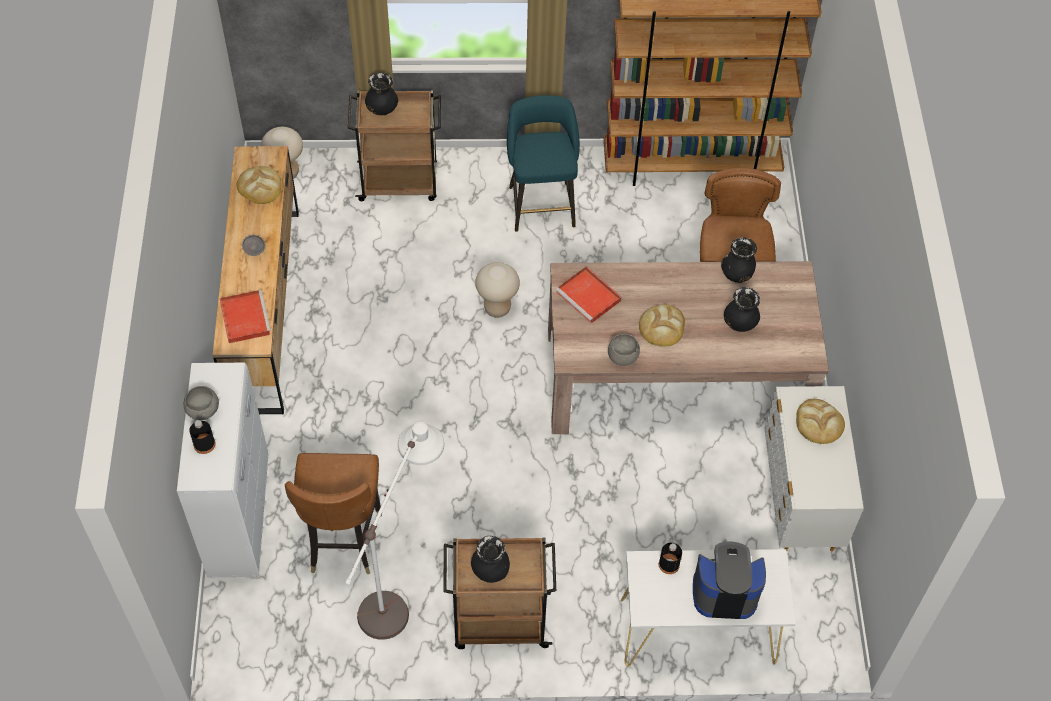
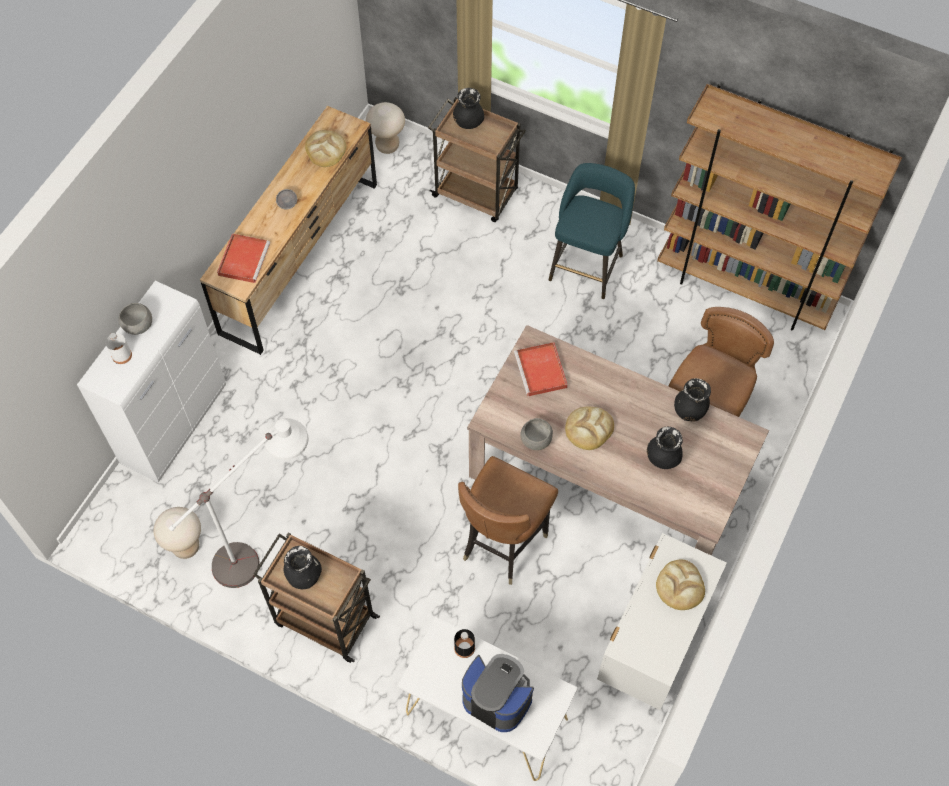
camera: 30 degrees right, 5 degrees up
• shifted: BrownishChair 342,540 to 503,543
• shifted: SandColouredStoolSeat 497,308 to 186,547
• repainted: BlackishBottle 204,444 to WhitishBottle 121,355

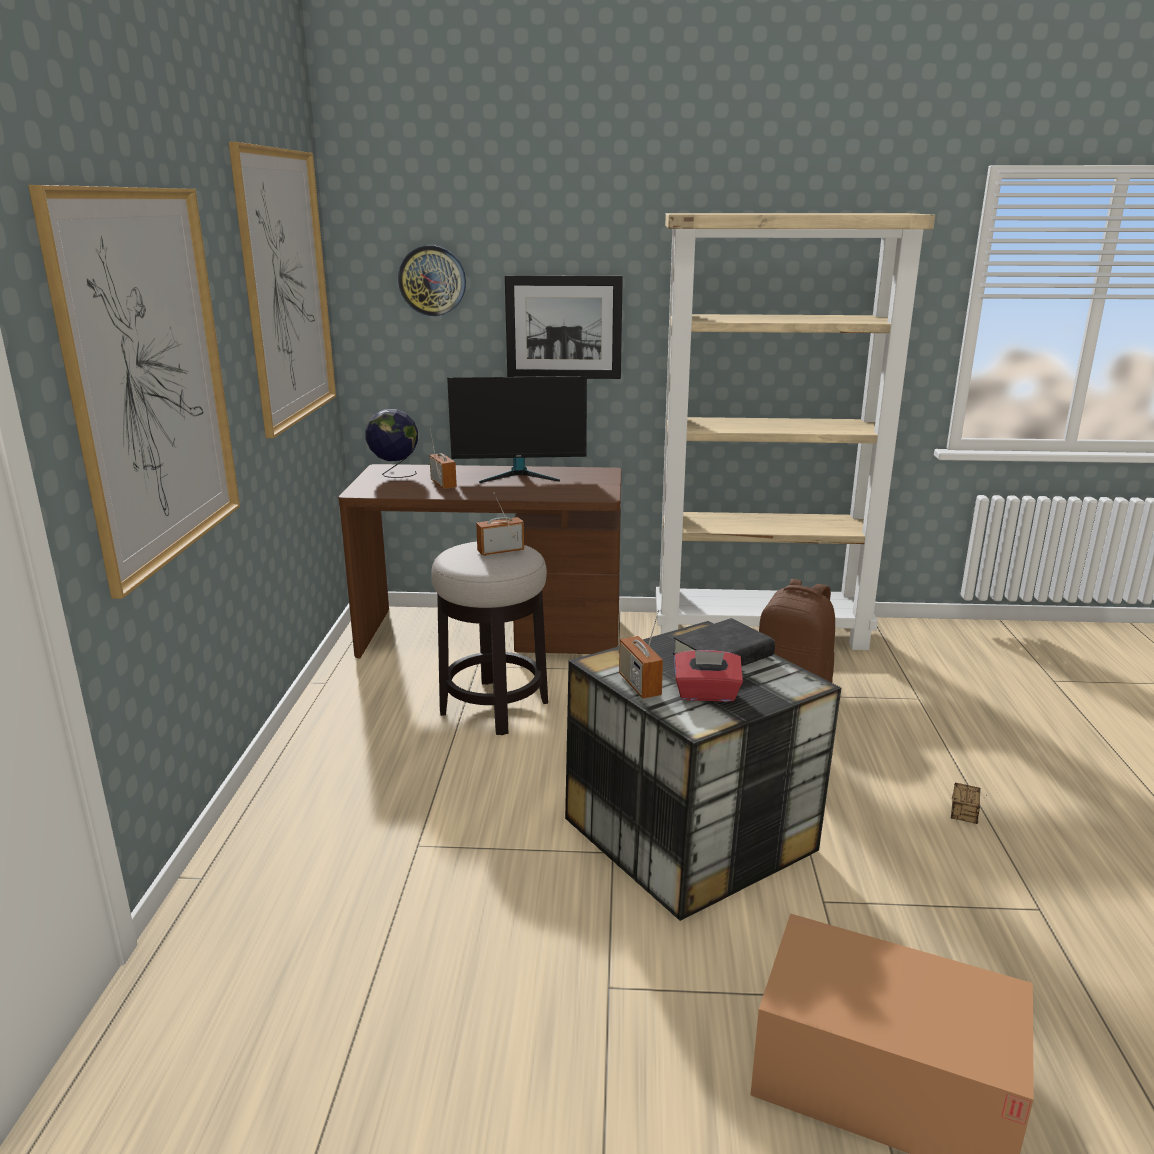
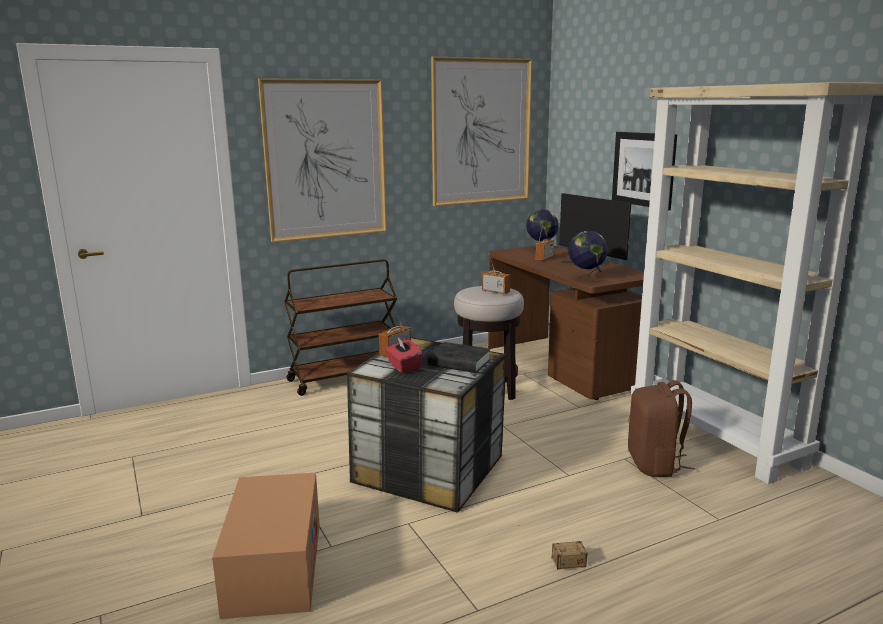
camera: 60 degrees right, 5 degrees down
• gone: HangingClock 432,280
• new: BrownishCart 344,378
• new: Globe 586,279

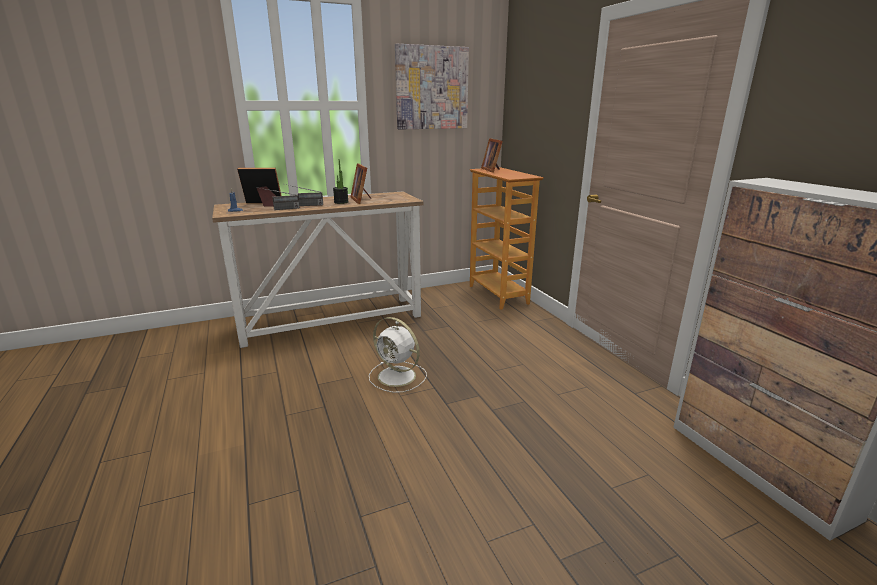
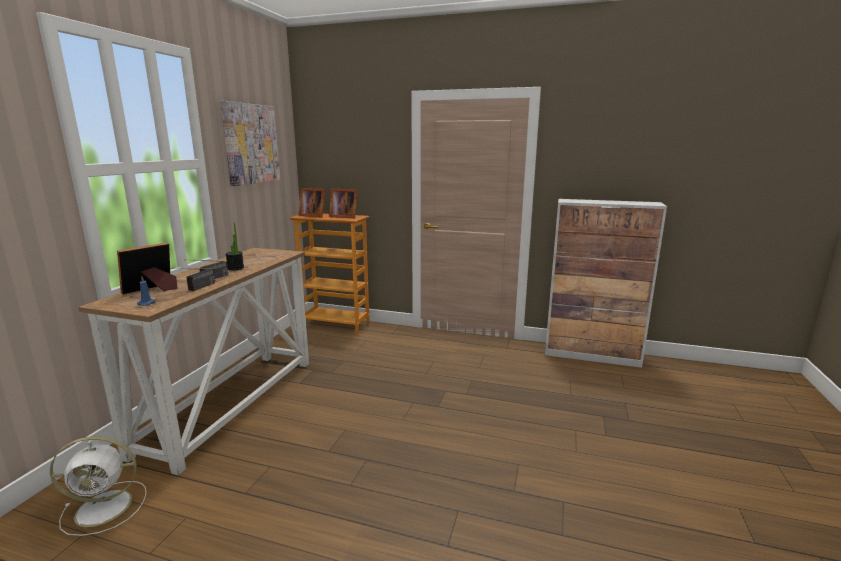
camera: 50 degrees left, 5 degrees down
• shifted: PictureFrame 362,200 to 344,217
• shifted: WhitishElectricFan 398,377 to 106,507

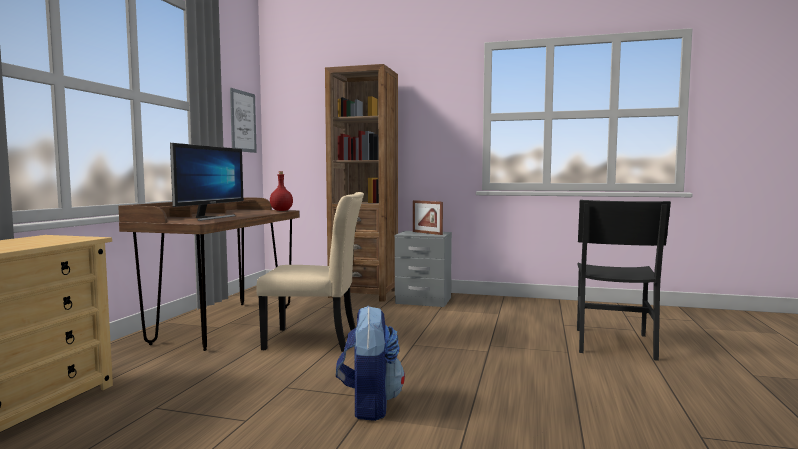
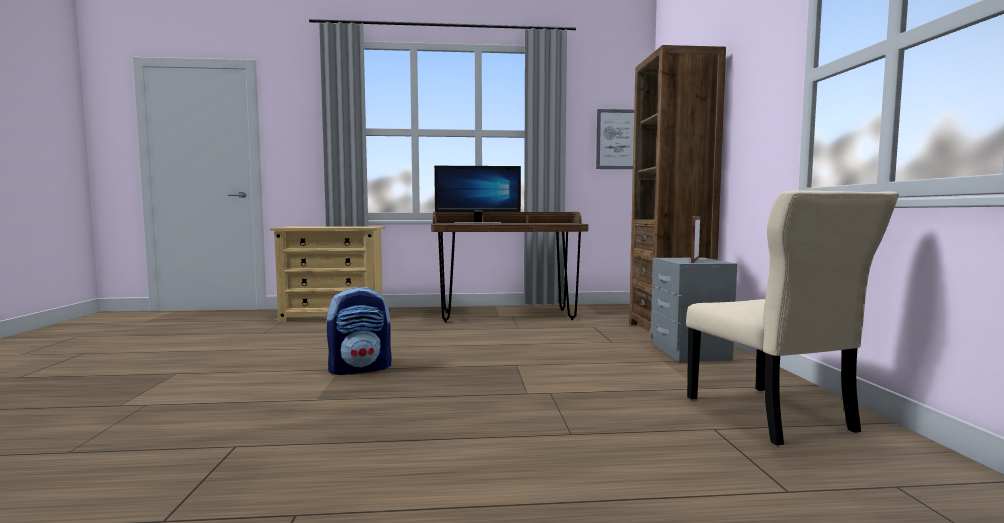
camera: 70 degrees right, 0 degrees up
• gone: RedBottle 282,210
• gone: BlackishChair 613,343
• shifted: SandColouredChair 315,340 to 771,416

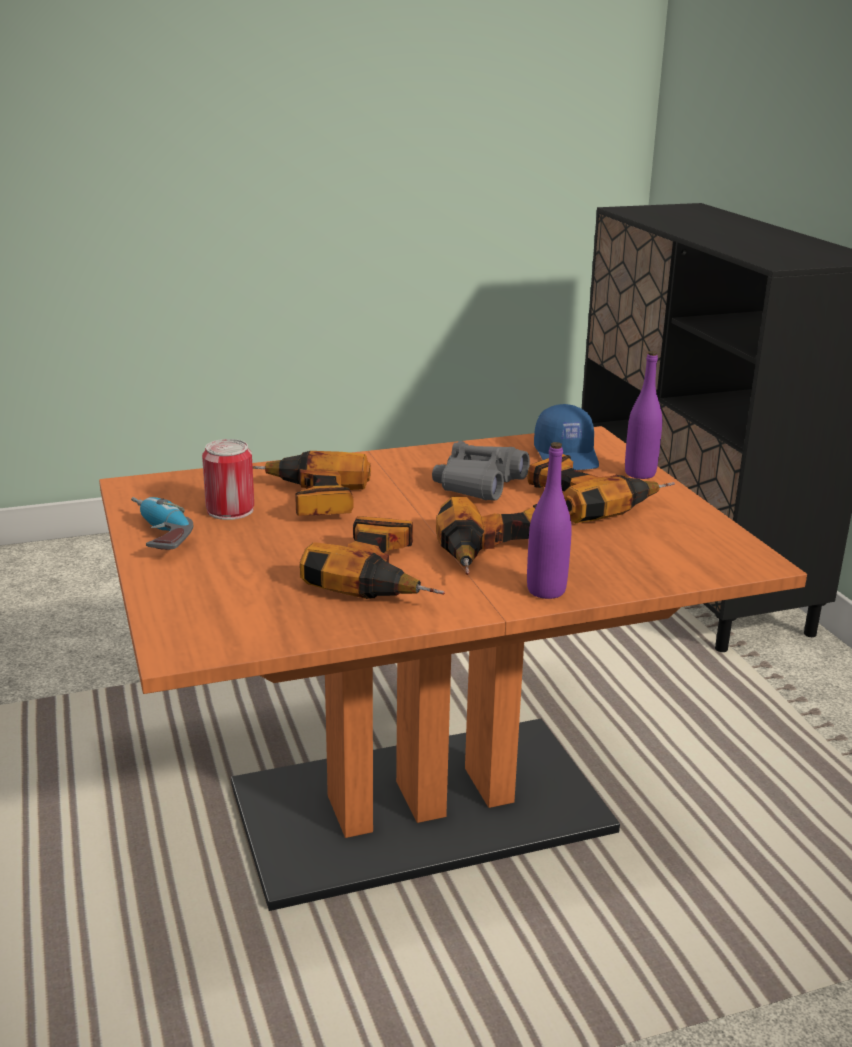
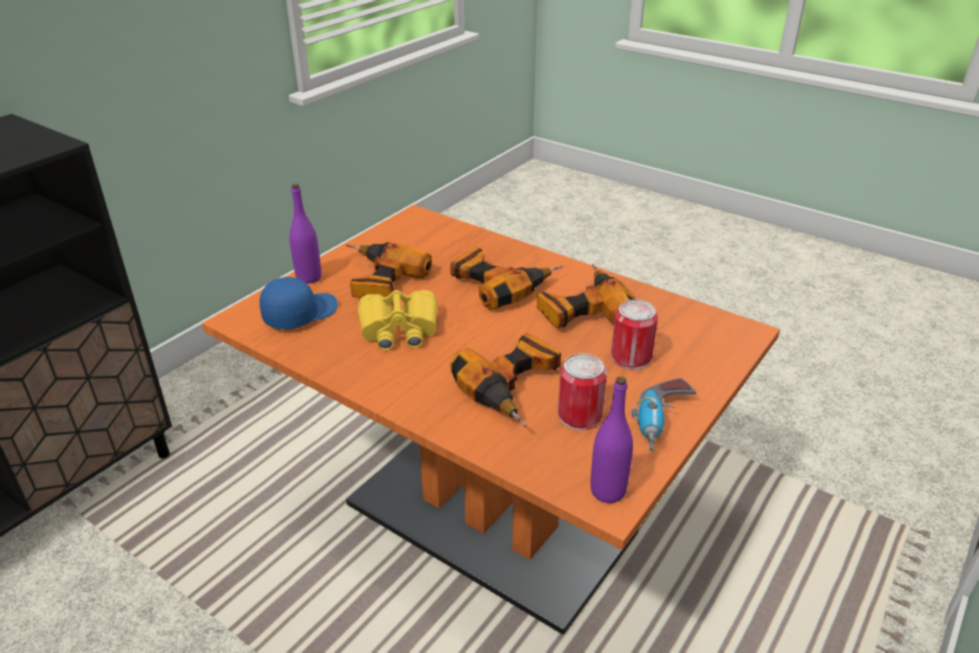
camera: 125 degrees left, 10 degrees up
• new: MetalCan 631,357
• shifted: PurplishBottle 546,590 to 608,491
• repainted: GrayBinoculars 479,484 to YellowColouredBinoculars 399,329

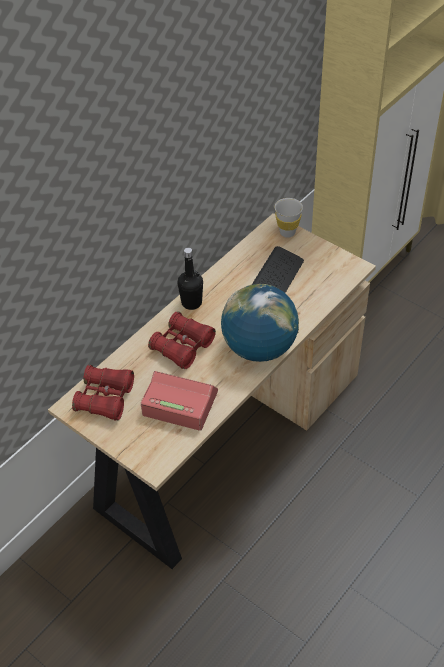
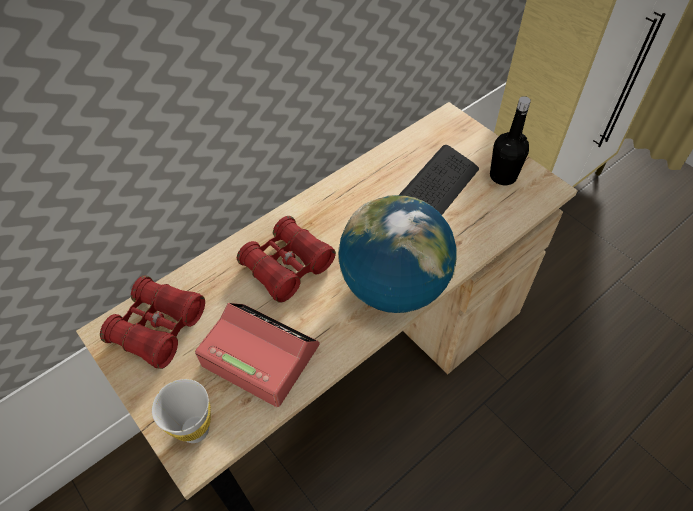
camera: 10 degrees right, 5 degrees up
• shifted: BlackishBottle 191,303 to 503,176
• shifted: WhitishCup 287,232 to 195,429

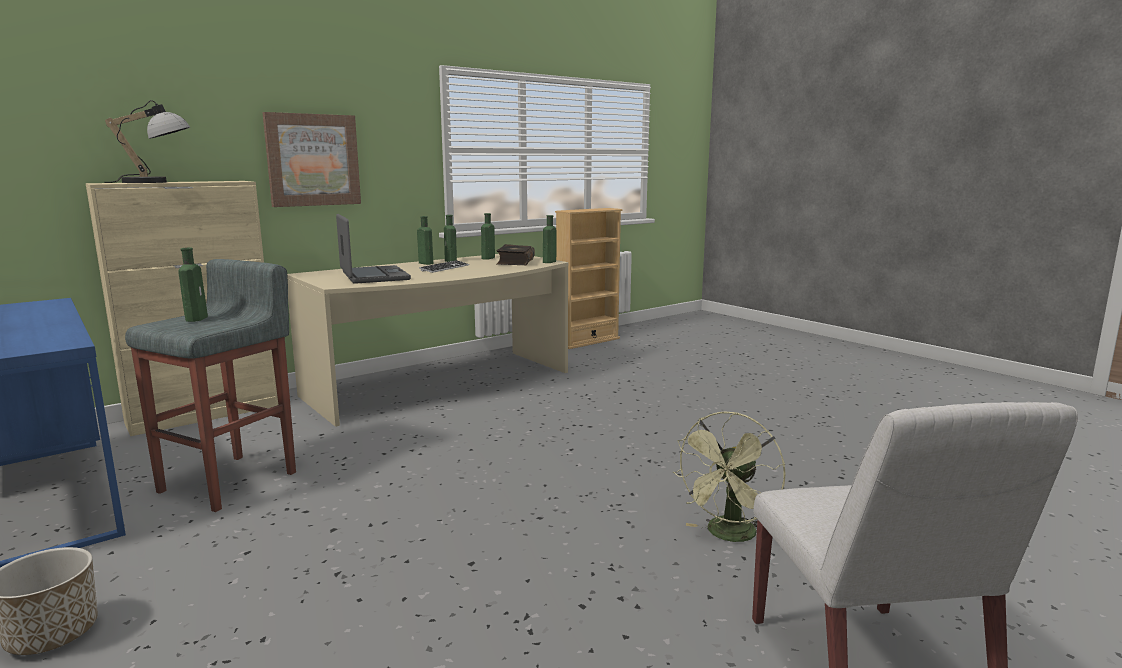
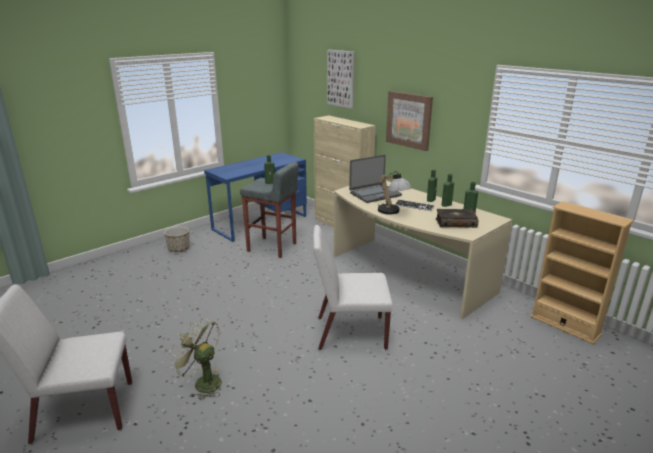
camera: 85 degrees right, 10 degrees up
• gone: GreenBottle 549,262
• new: WhitishChair 350,333
• new: WallPicture 340,78
• shifted: TabletopLamp 157,182 to 392,212

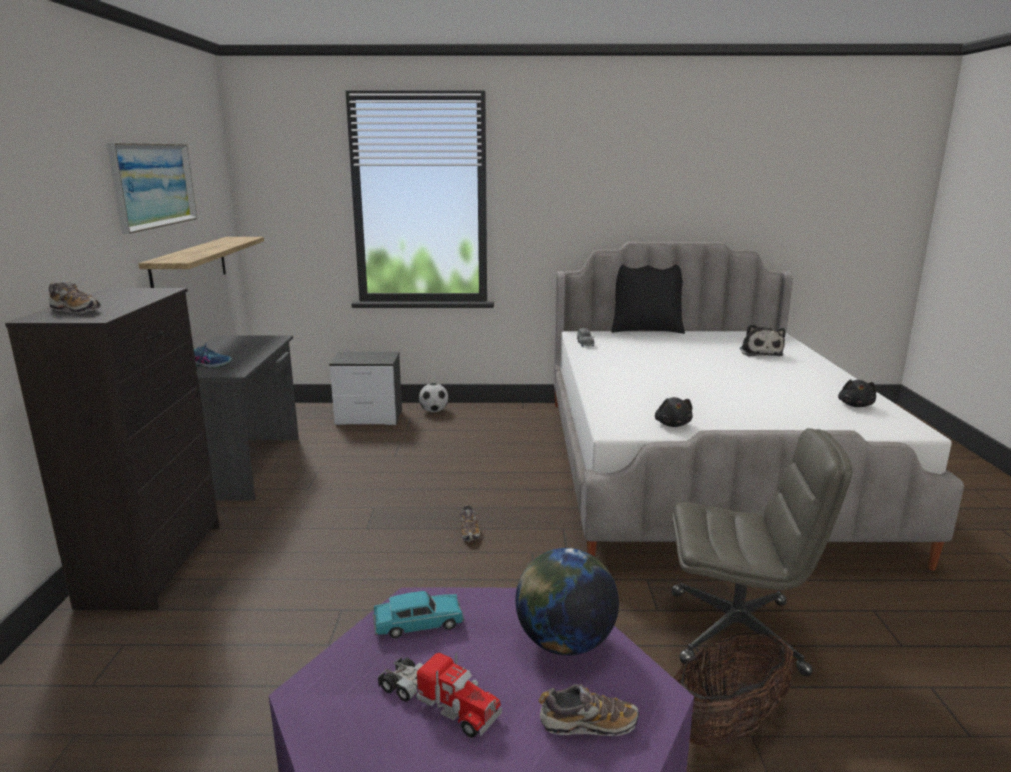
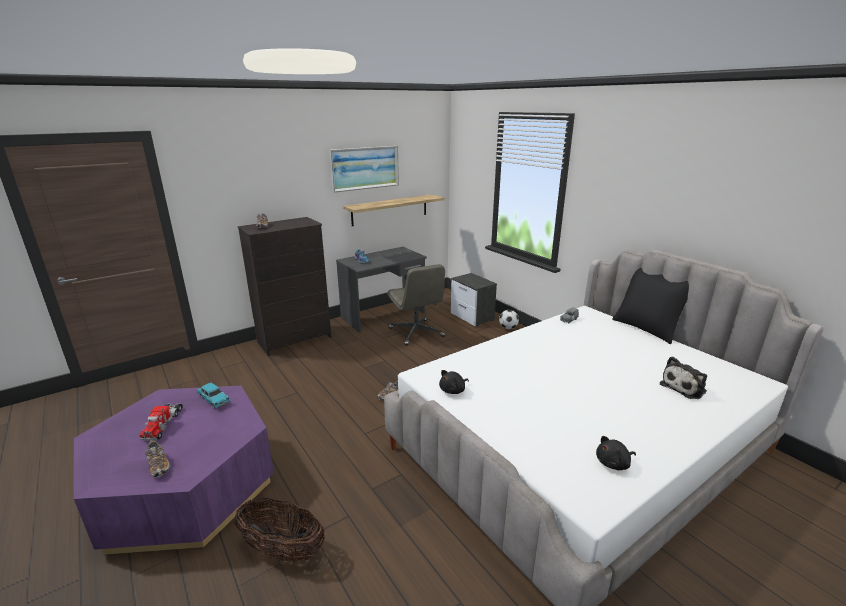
camera: 55 degrees right, 5 degrees up
• gone: Globe 564,643
• shifted: GrayOfficeChair 737,631 to 416,333

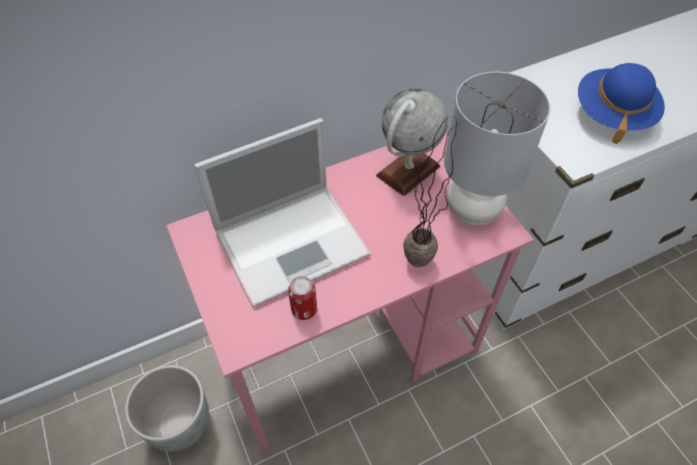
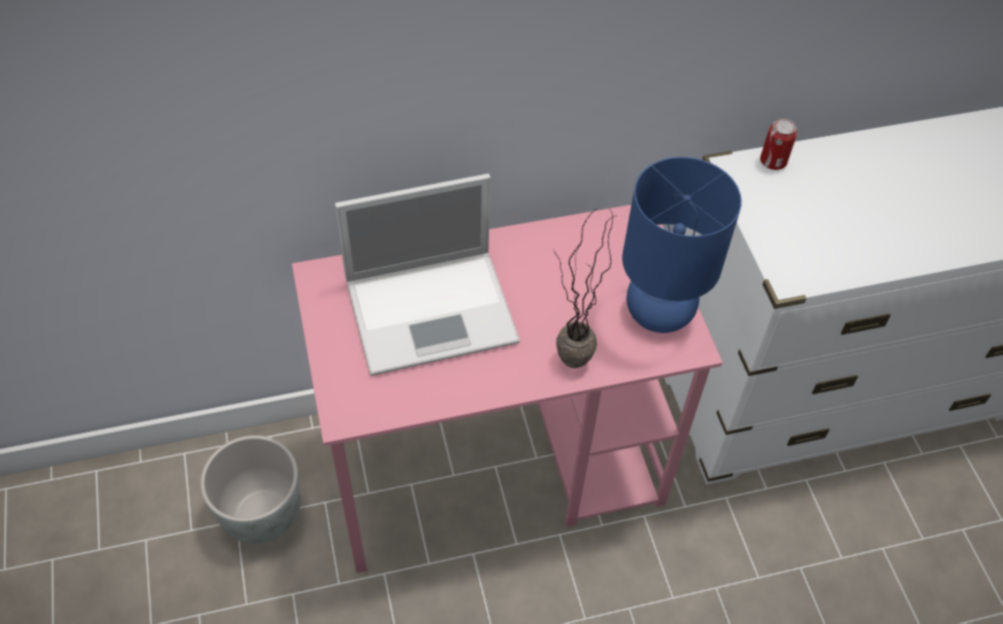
camera: 10 degrees right, 0 degrees up
• gone: Globe 408,171
• gone: BlueClothingHat 612,114
• shifted: MetalCan 304,309 to 773,162
• repainted: GrayTabletopLamp 473,209 to BlueTabletopLamp 660,313

